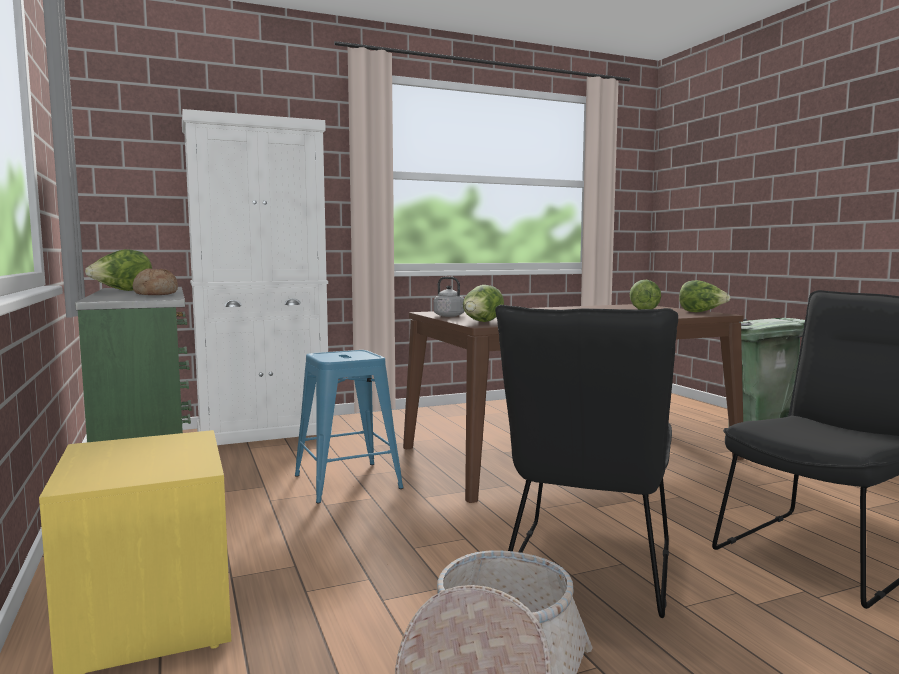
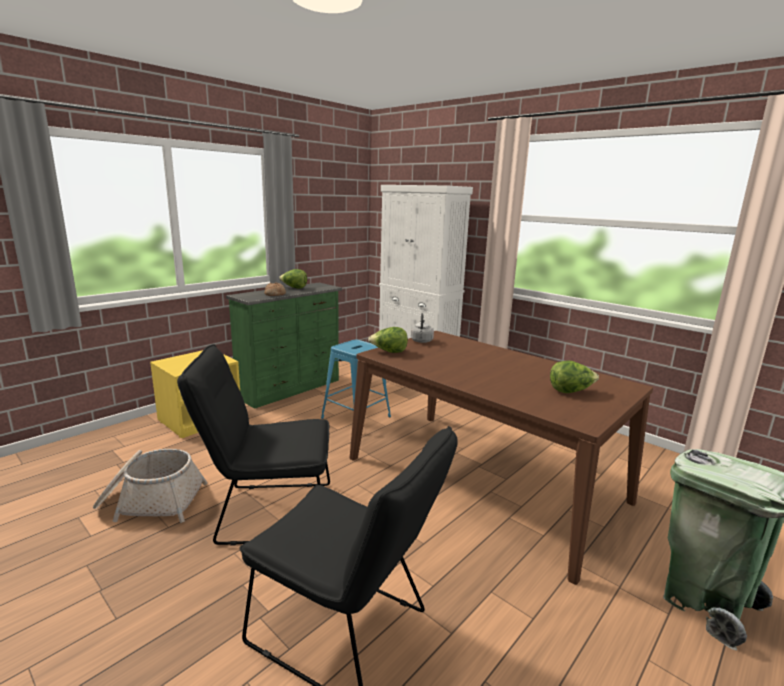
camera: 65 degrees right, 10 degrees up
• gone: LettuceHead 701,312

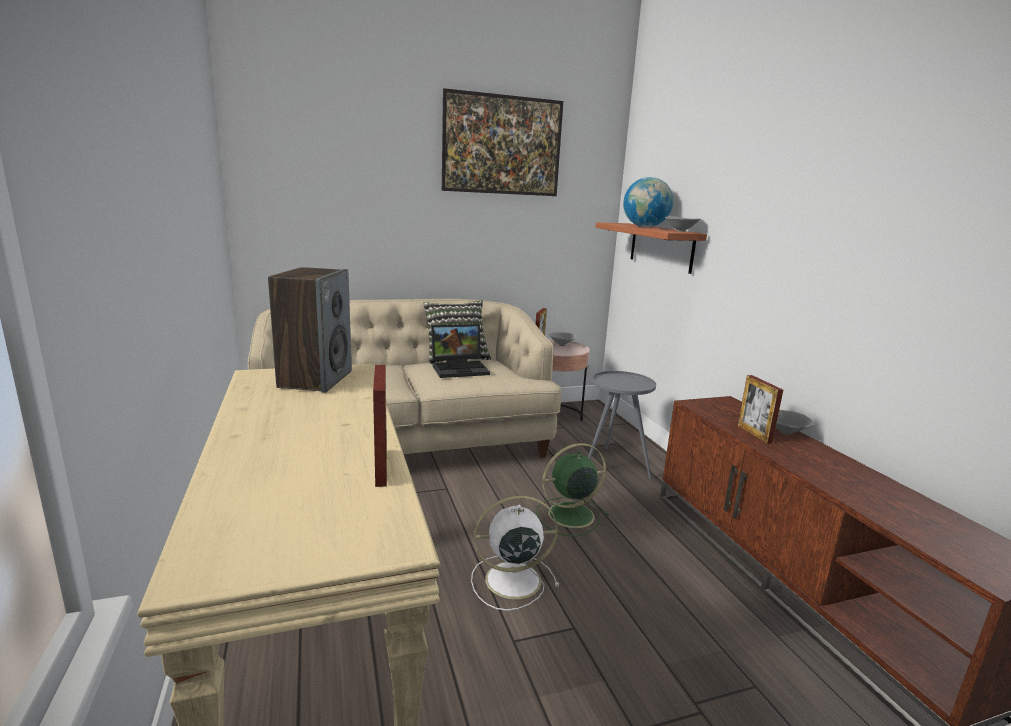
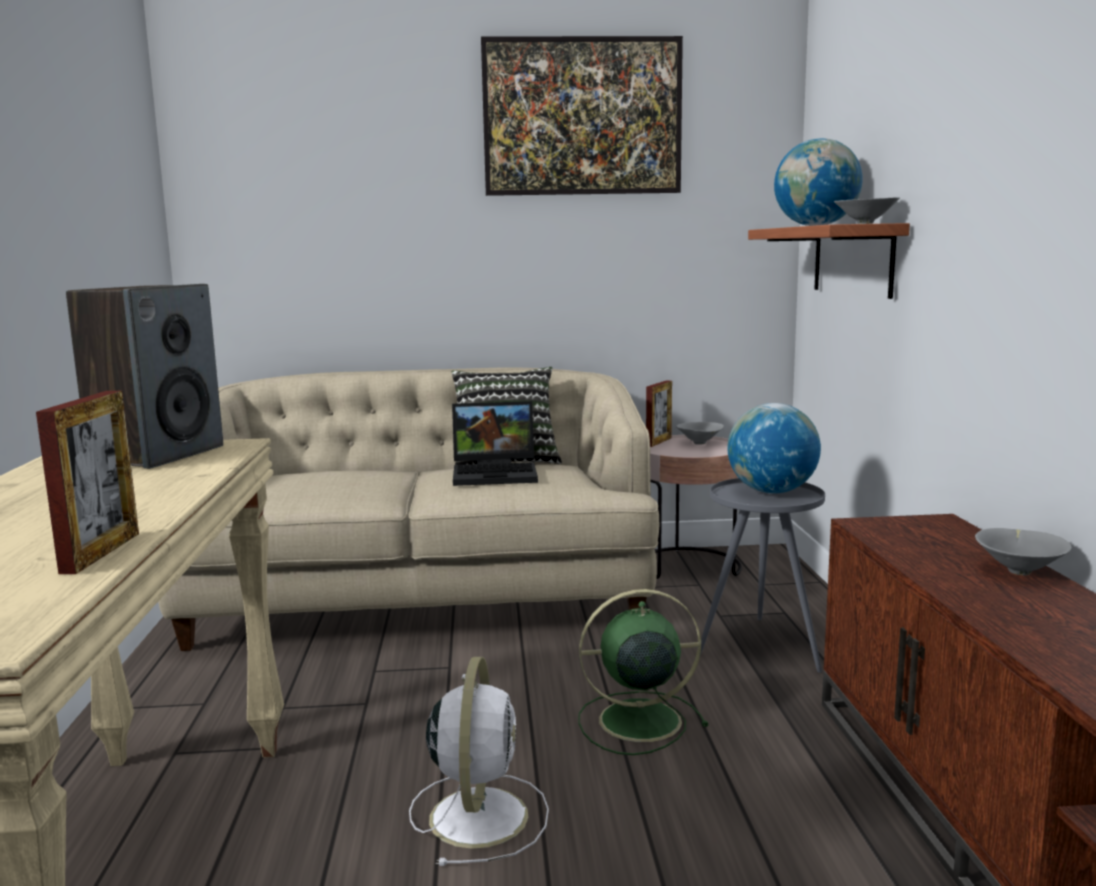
camera: 15 degrees right, 5 degrees down
• gone: PictureFrame 754,434
• new: Globe 771,491
• rotated: WhitishElectricFan 510,580 = 479,814 90 degrees clockwise

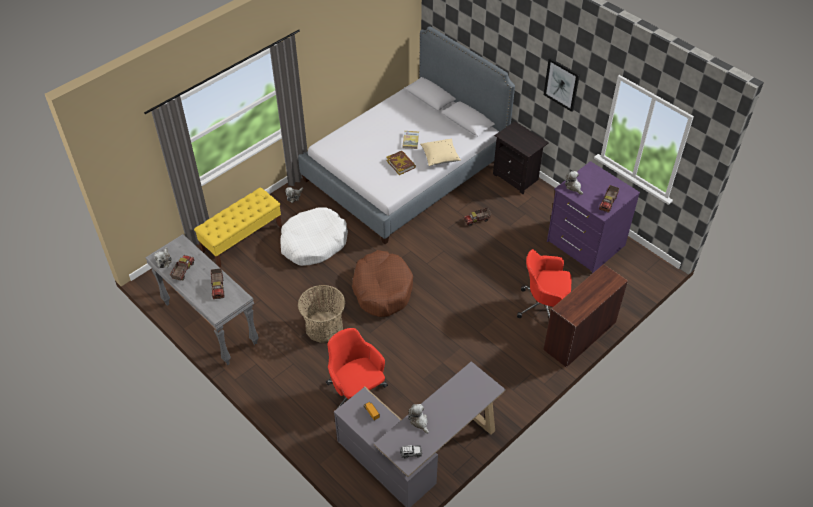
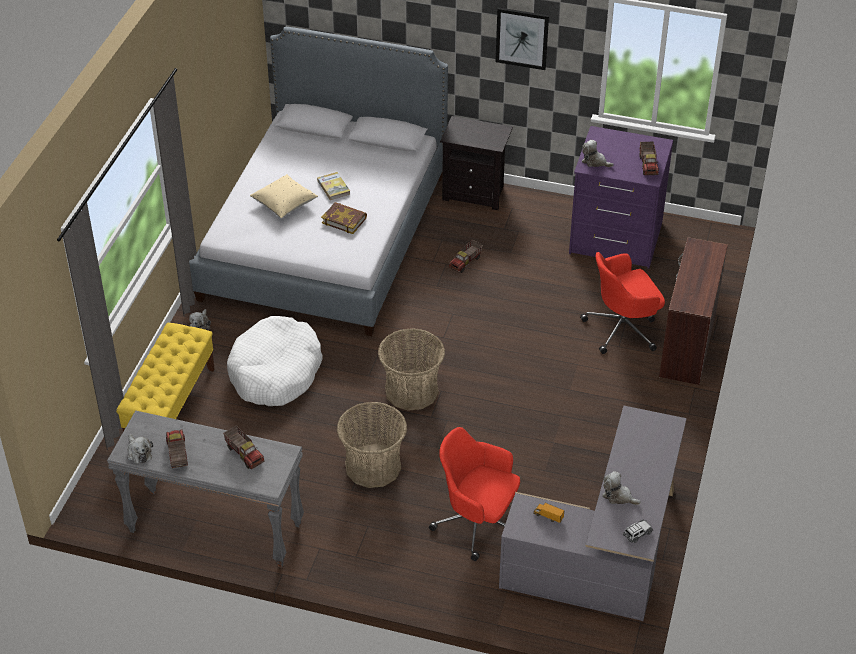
camera: 30 degrees left, 5 degrees down
• shifted: SandColouredPillow 440,157 to 284,204
• swapped: BrownishPetBed 382,289 to HouseholdBasket 412,390

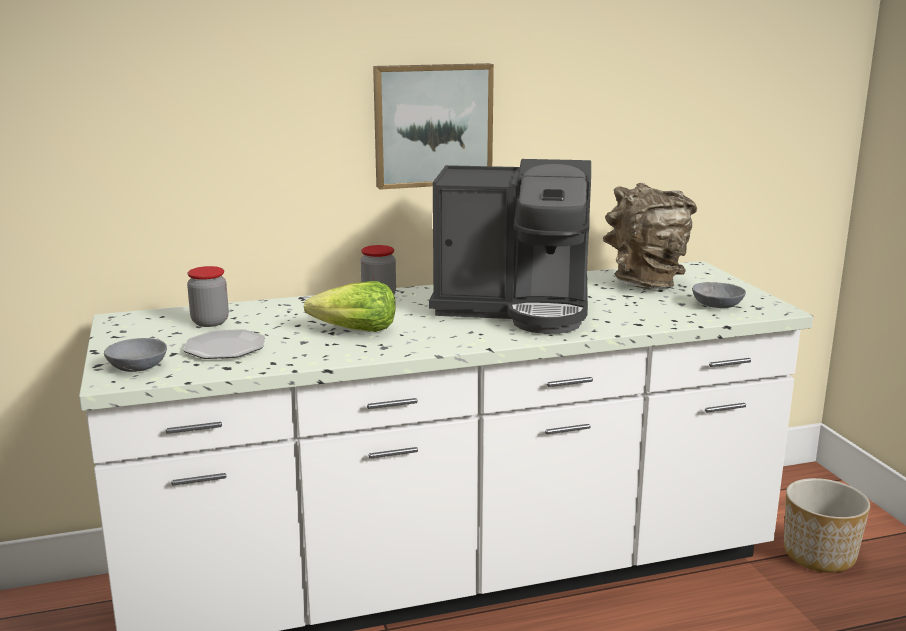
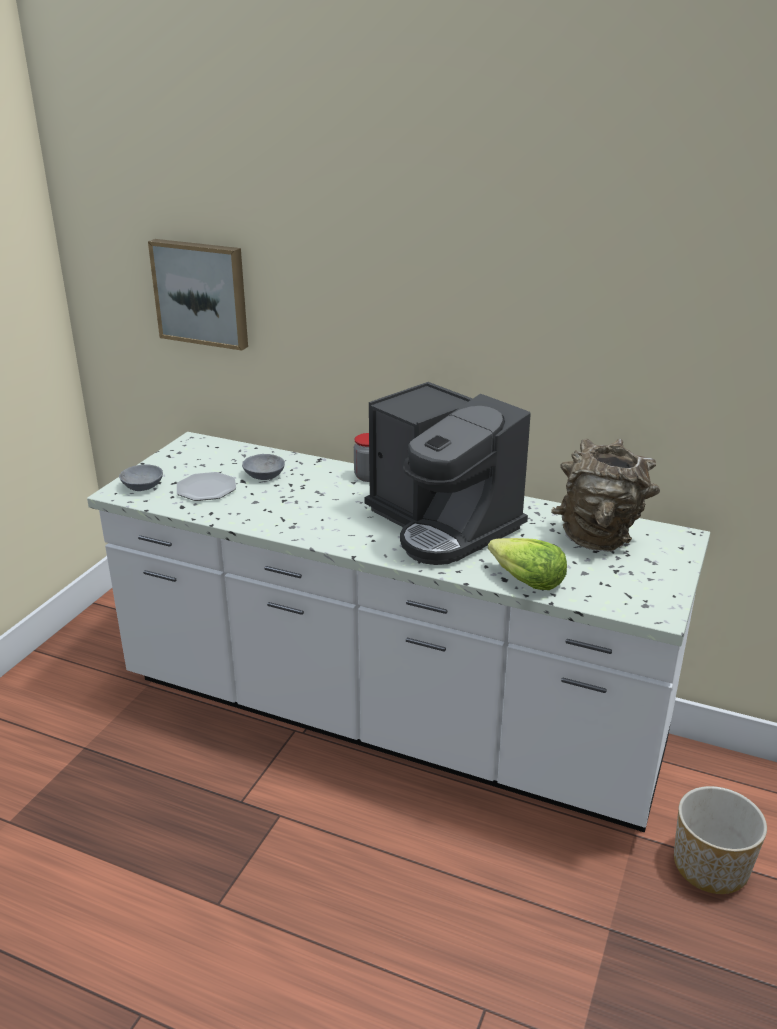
camera: 40 degrees right, 10 degrees up
• gone: StorageJar 210,322
• shifted: LettuceHead 355,331 to 526,581
• shifted: WallPicture 432,125 to 202,293
• shifted: GrayBowl 717,305 to 263,475

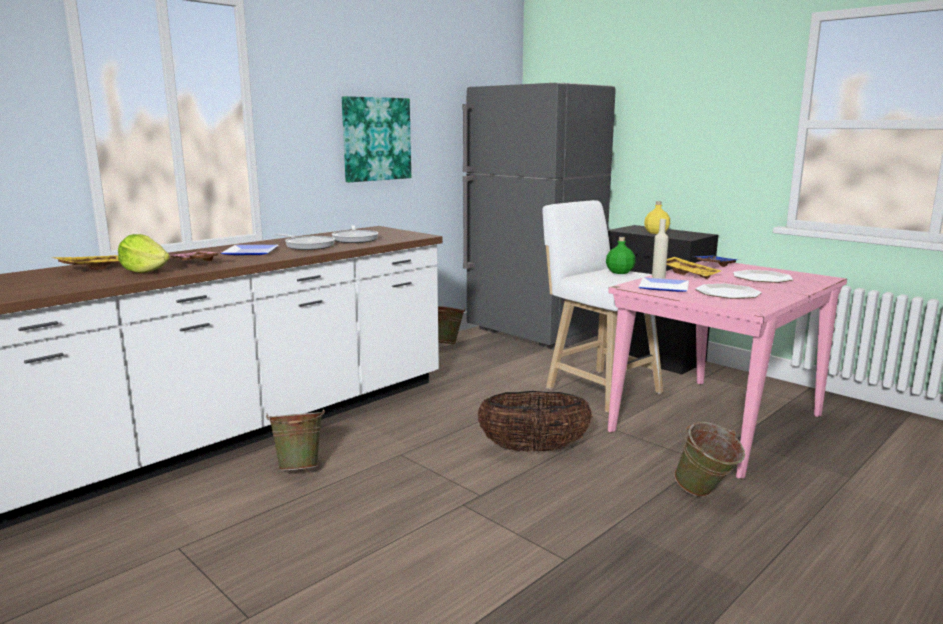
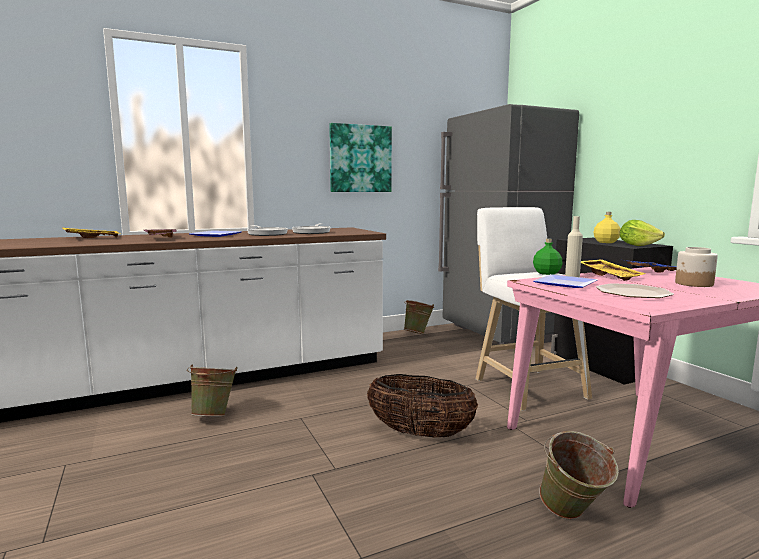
camera: 20 degrees right, 5 degrees down
• shifted: LettuceHead 145,271 to 637,245
• swapped: FlatDish 762,278 to StorageJar 694,284

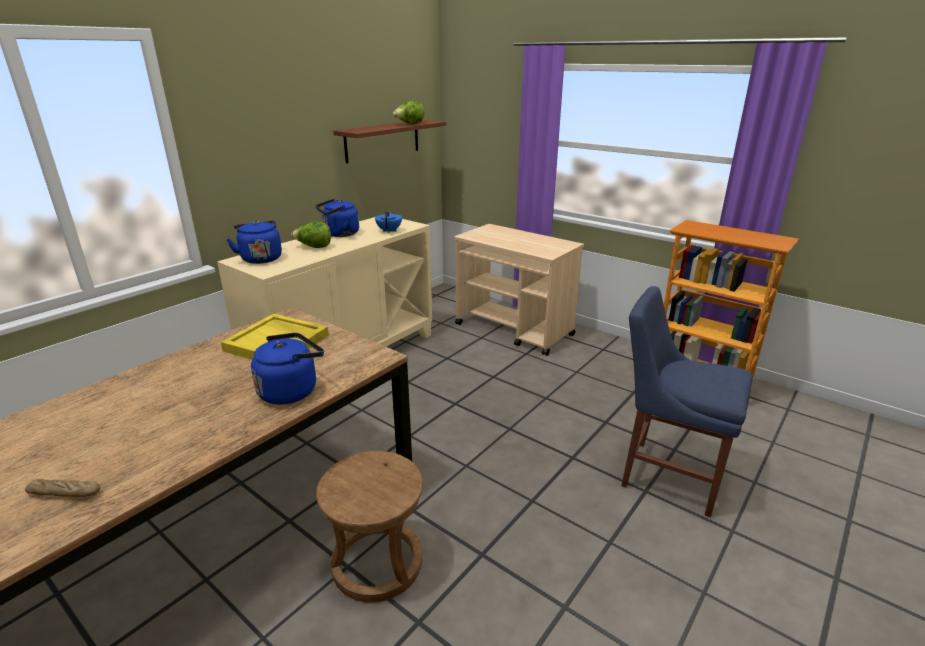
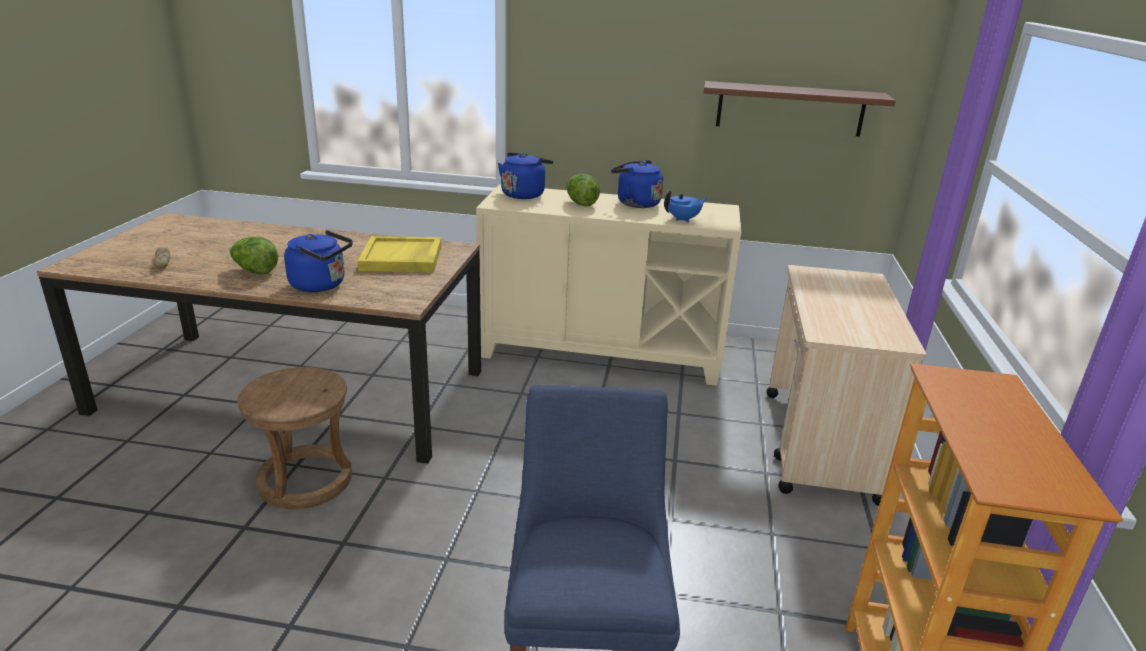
camera: 60 degrees right, 0 degrees up
• shifted: LettuceHead 409,124 to 255,271

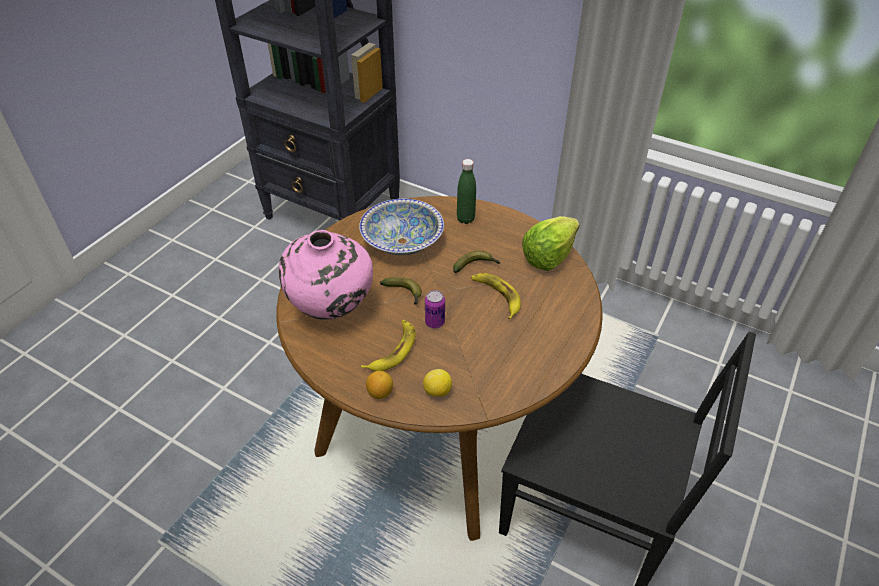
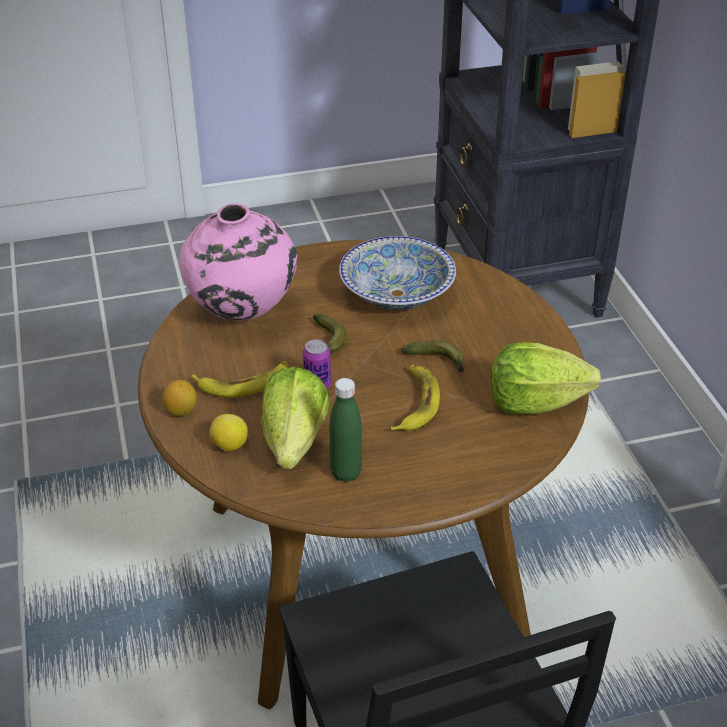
camera: 45 degrees right, 5 degrees down
• new: LettuceHead 294,441
• shifted: GreenBottle 465,219 to 346,473

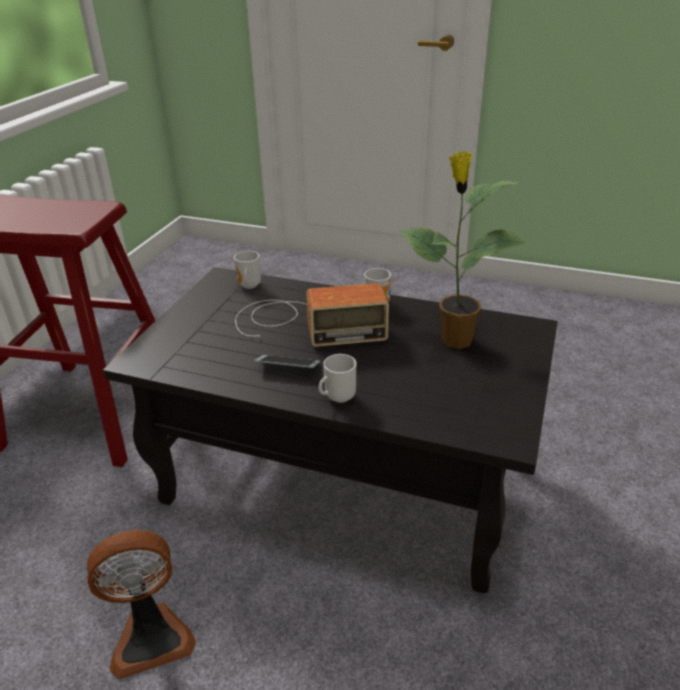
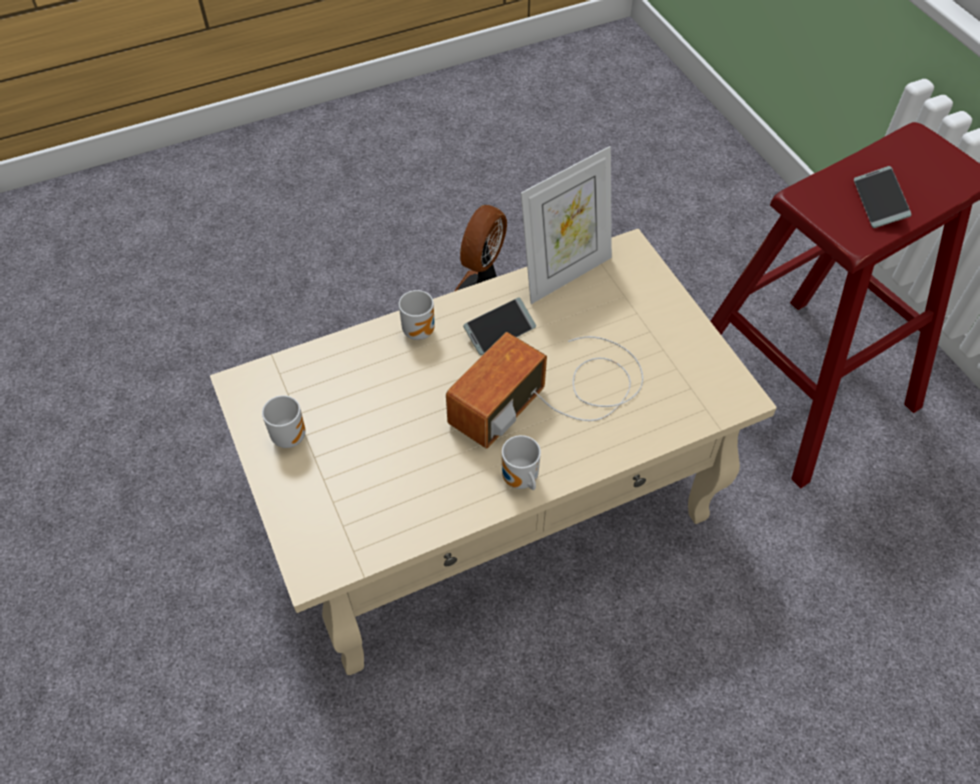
camera: 135 degrees right, 20 degrees up
• gone: Houseplant 454,340
• new: PictureFrame 565,274
• new: Phone 878,203
• shifted: CoffeeMug 248,286 to 289,435
• repainted: BlackishCoffeeTable 340,477 to SandColouredCoffeeTable 492,503

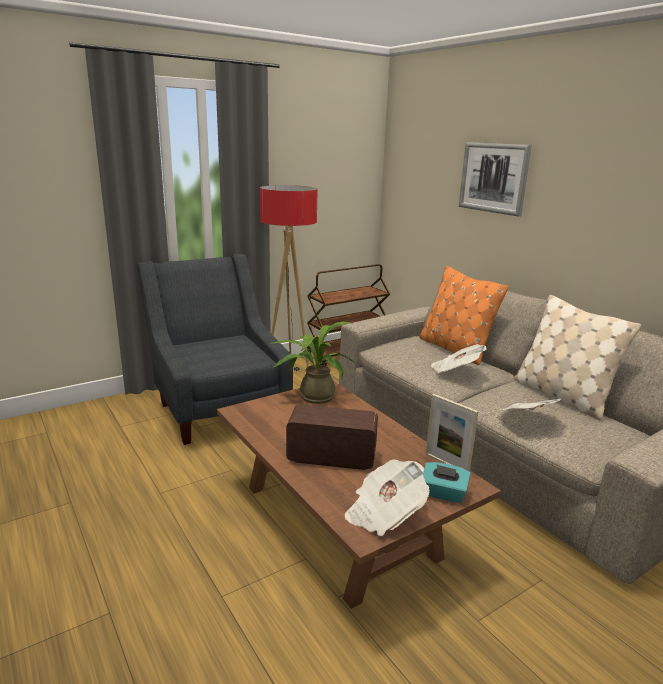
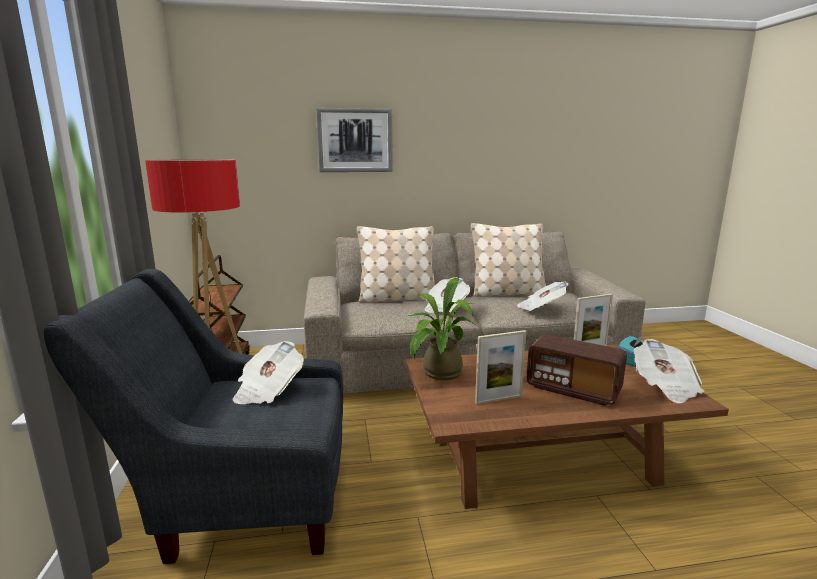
camera: 65 degrees left, 5 degrees down
• new: Newspaper 268,390
• new: PictureFrame 498,399
• repainted: OrangePillow 455,349 to SandColouredPillow 397,299
• rotated: RadioSet 331,457 = 573,389 90 degrees counterclockwise

